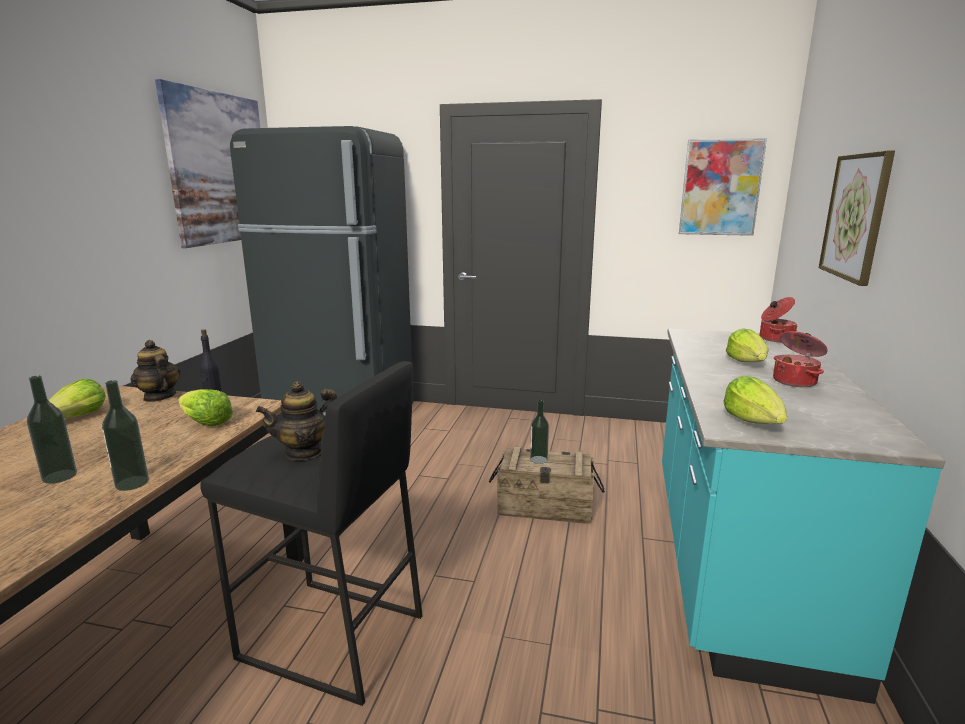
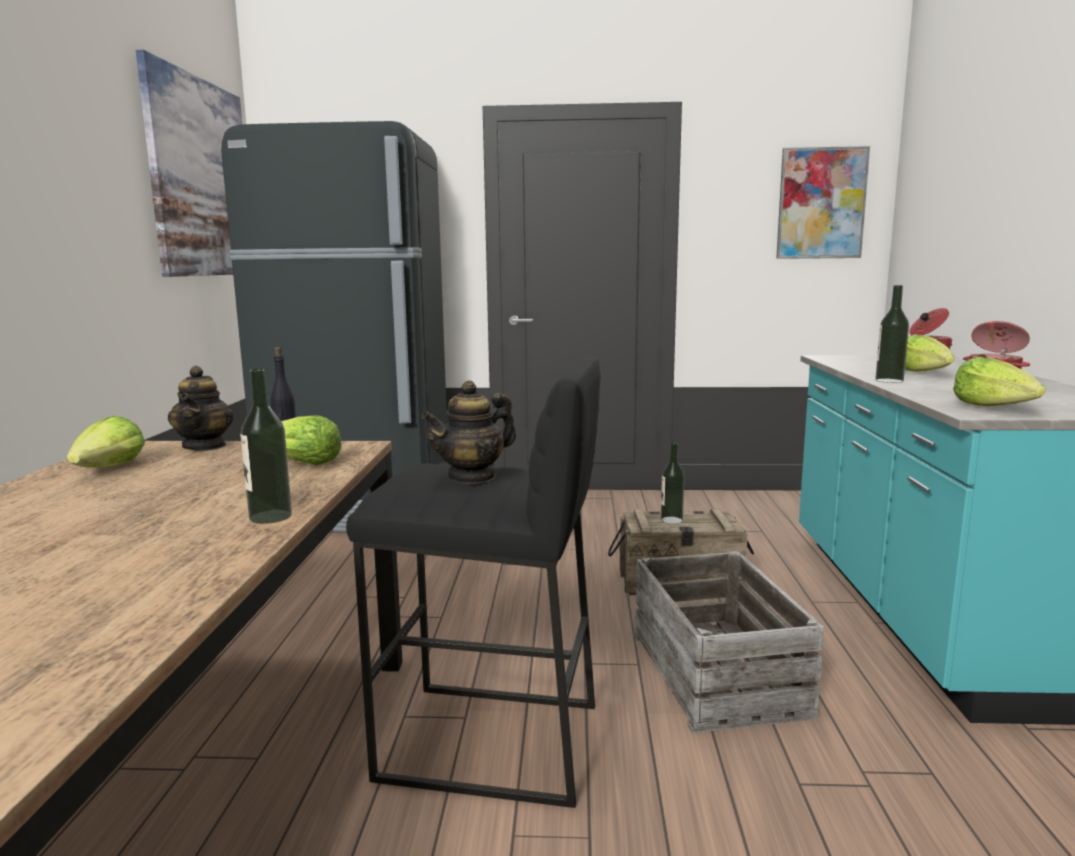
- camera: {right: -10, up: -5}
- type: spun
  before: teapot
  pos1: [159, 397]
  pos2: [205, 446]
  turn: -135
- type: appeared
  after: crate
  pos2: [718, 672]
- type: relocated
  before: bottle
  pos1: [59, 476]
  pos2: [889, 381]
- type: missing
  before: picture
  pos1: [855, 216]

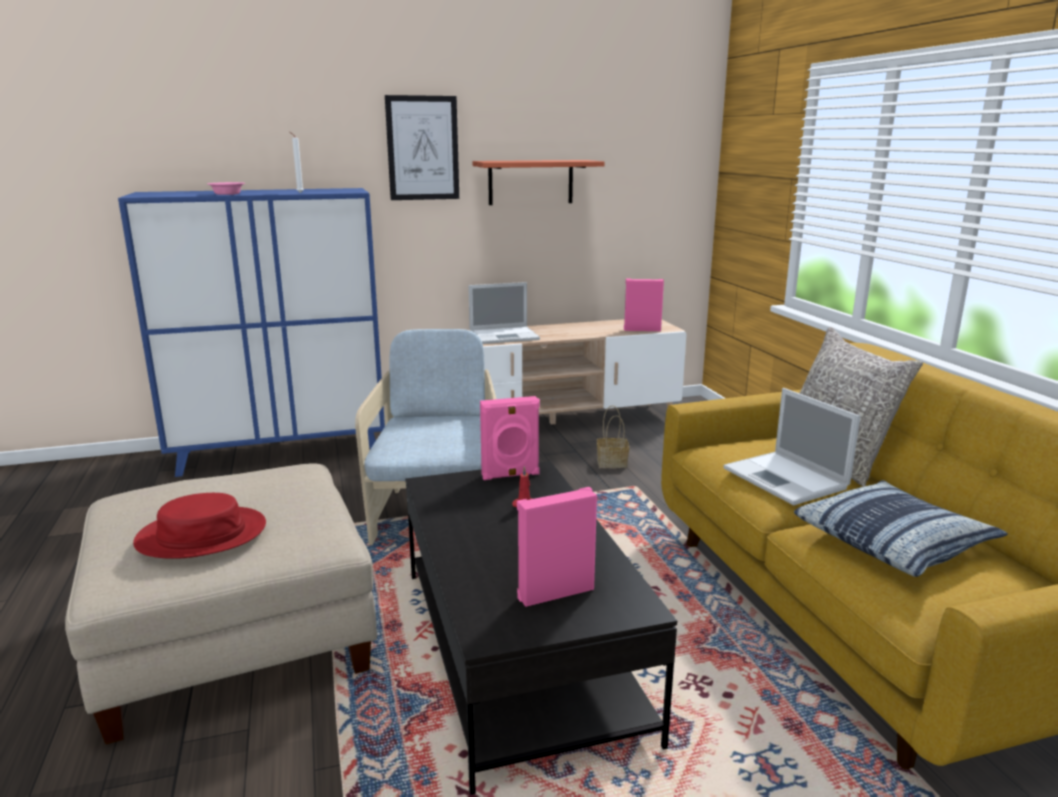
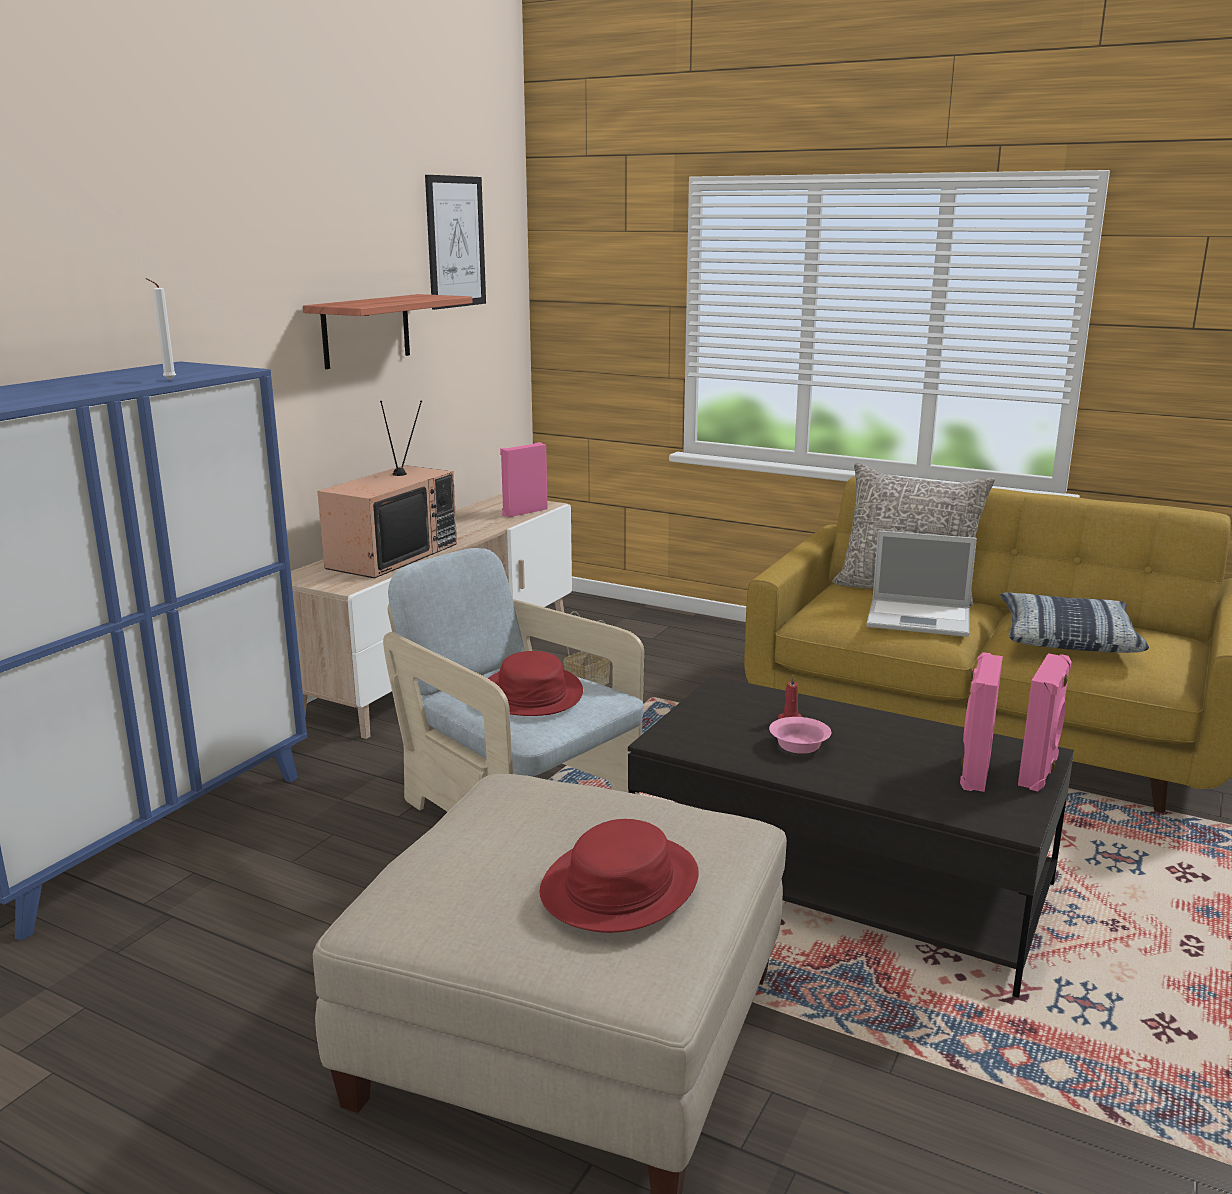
- camera: {right: -45, up: 0}
- type: exchanged
  before: laptop
  after: television
  pos1: [505, 336]
  pos2: [391, 555]
- type: relocated
  before: picture
  pos1: [423, 148]
  pos2: [455, 242]
- type: appeared
  after: hat (red)
  pos2: [532, 694]
- type: relocated
  before: bowl (pink)
  pos1: [227, 194]
  pos2: [800, 746]
- type: relocated
  before: speaker (pink)
  pos1: [510, 475]
  pos2: [1039, 772]

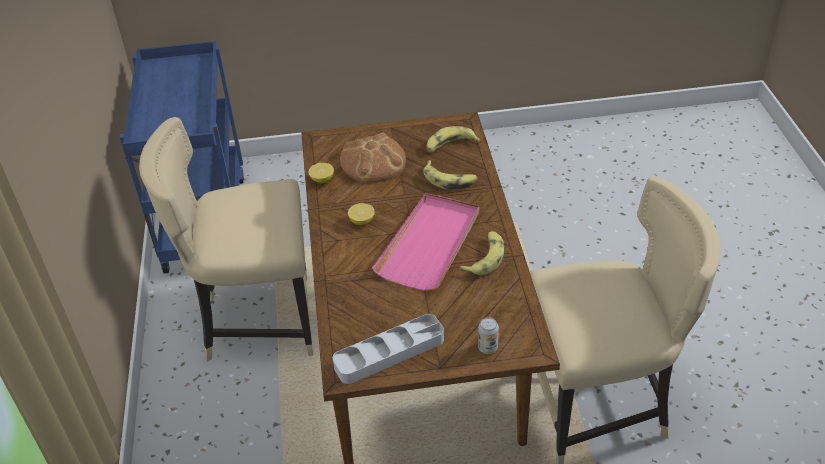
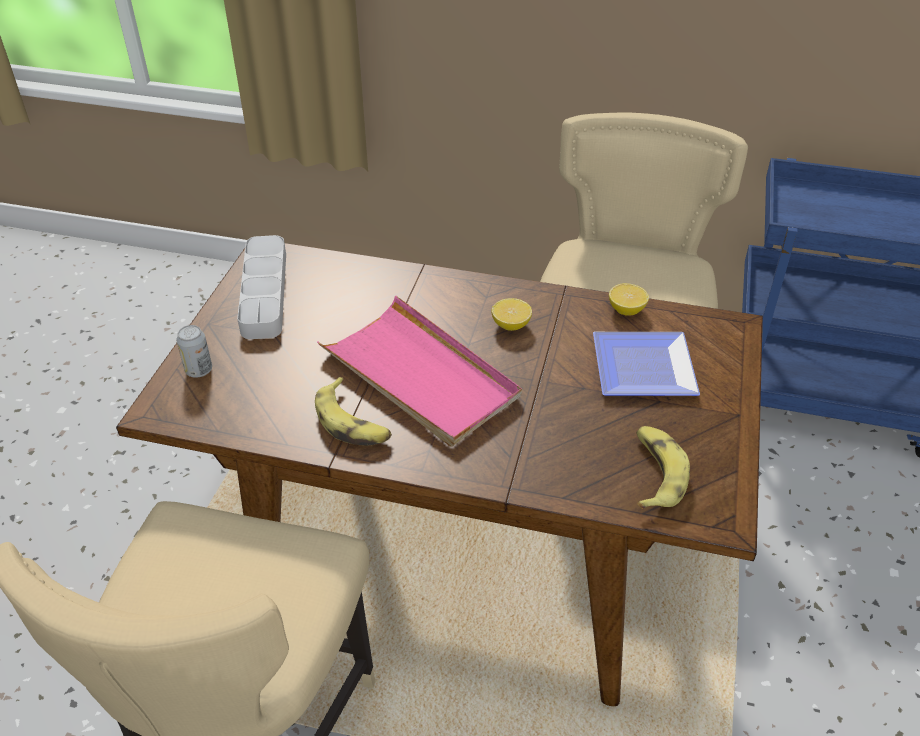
- camera: {right: 110, up: 0}
- type: exchanged
  before: bread
  after: plate
  pos1: [373, 162]
  pos2: [647, 370]
- type: missing
  before: banana
  pos1: [449, 180]

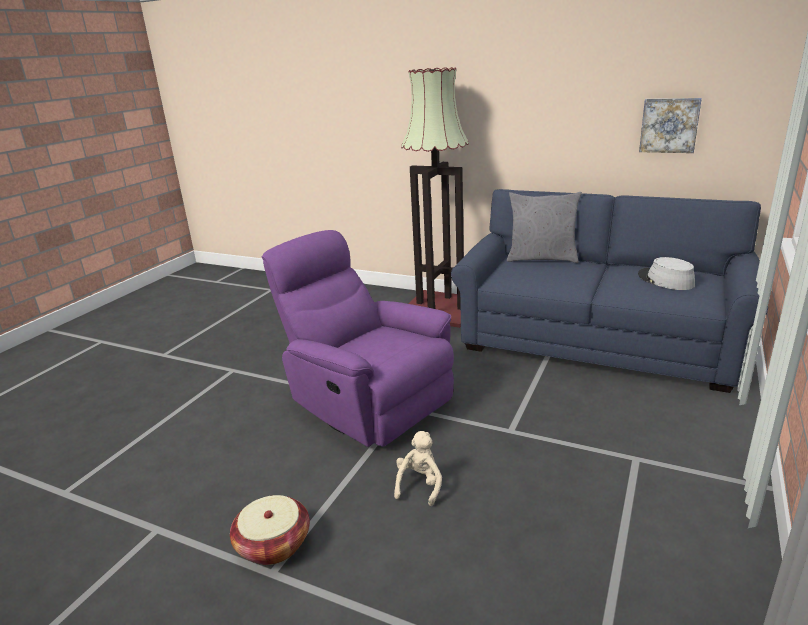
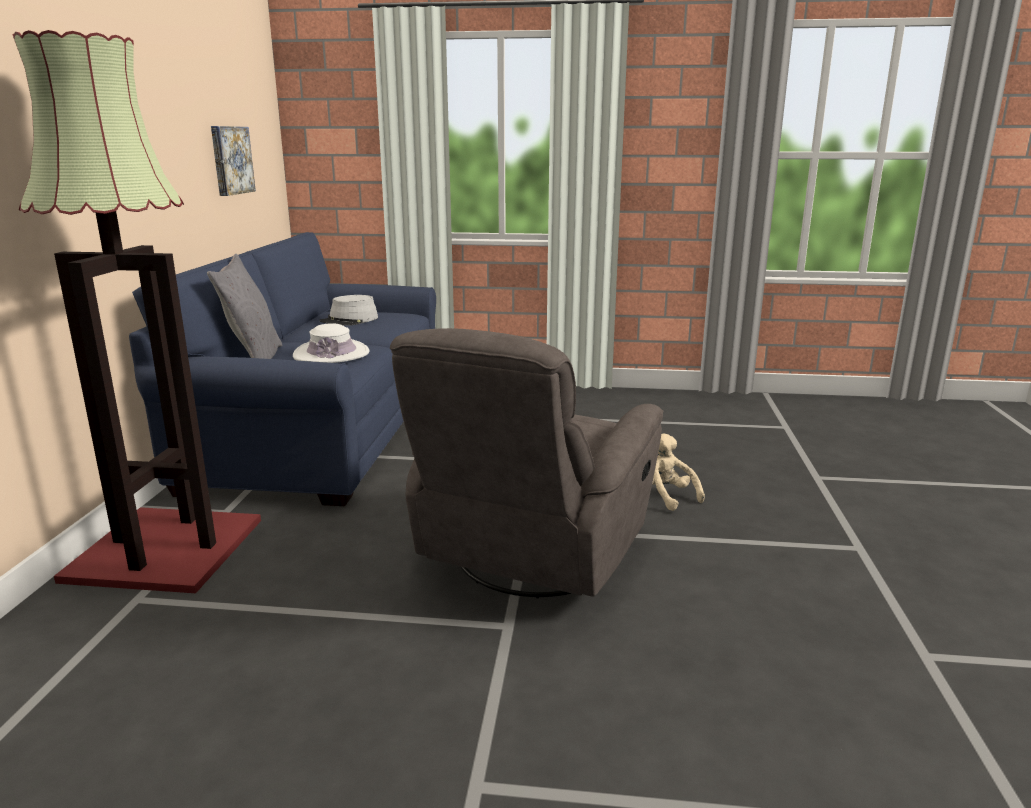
- camera: {right: -110, up: -5}
- type: appeared
  after: hat (white)
  pos2: [331, 353]
- type: colour
  before: armchair (purple)
  after: armchair (grey)
  pos1: [367, 402]
  pos2: [529, 560]
- type: spun
  before: plush toy (beige)
  pos1: [419, 485]
  pos2: [666, 497]
  turn: 60
- type: missing
  before: basket
  pos1: [273, 544]

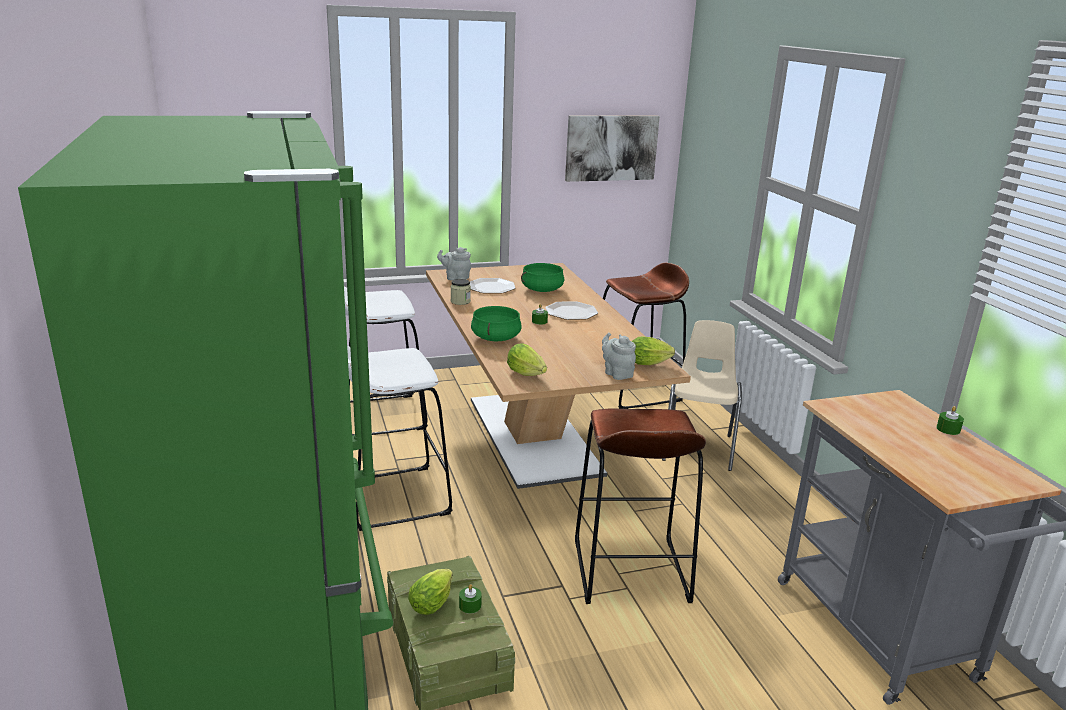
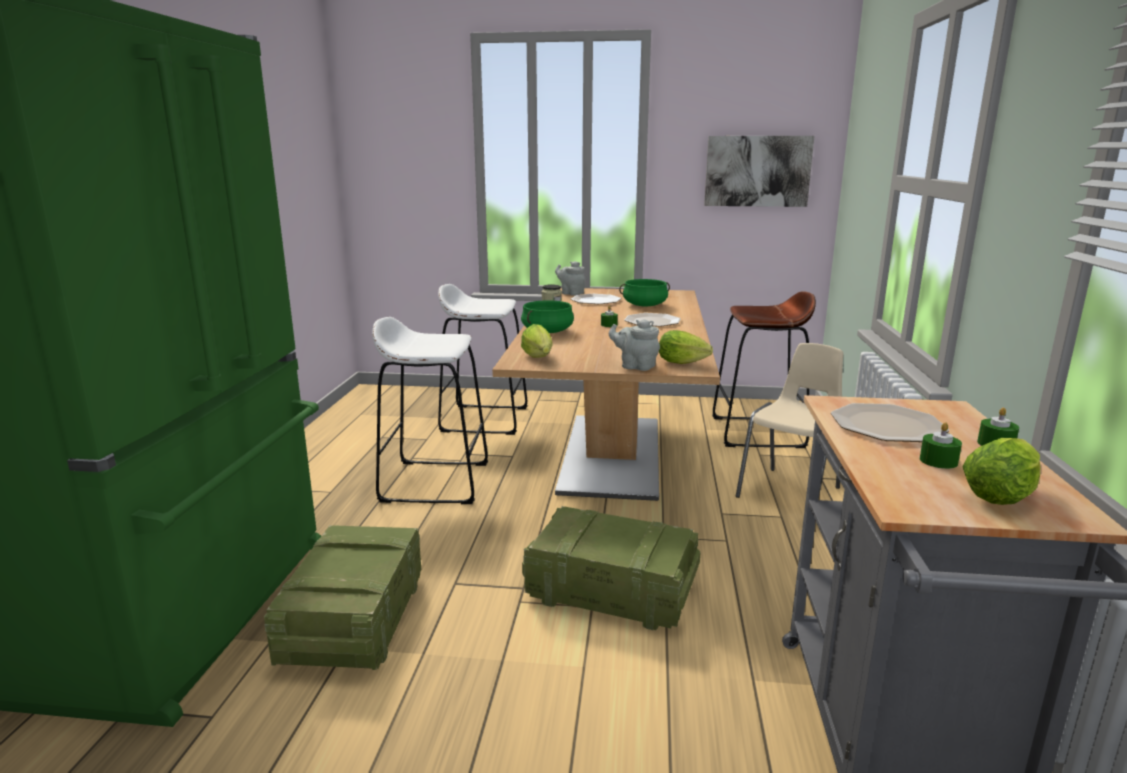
- camera: {right: 25, up: -5}
- type: exchanged
  before: stool (brown)
  after: crate
  pos1: [630, 570]
  pos2: [609, 591]
- type: spun
  before: teapot (grey)
  pos1: [617, 373]
  pos2: [635, 366]
  turn: -60
- type: appeared
  after: plate
  pos2: [888, 425]
- type: relocated
  before: candle (green)
  pos1: [470, 605]
  pos2: [938, 461]
- type: relocated
  before: lettuce
  pos1: [433, 602]
  pos2: [1002, 495]

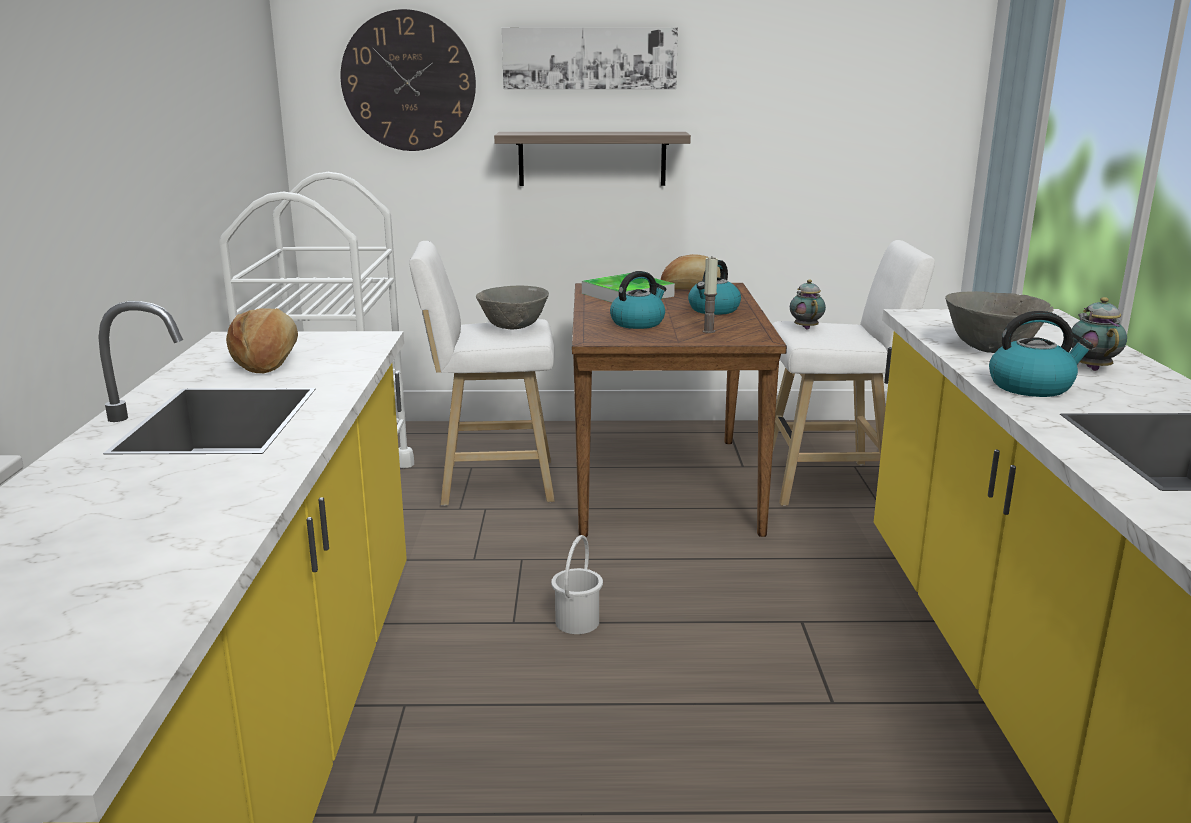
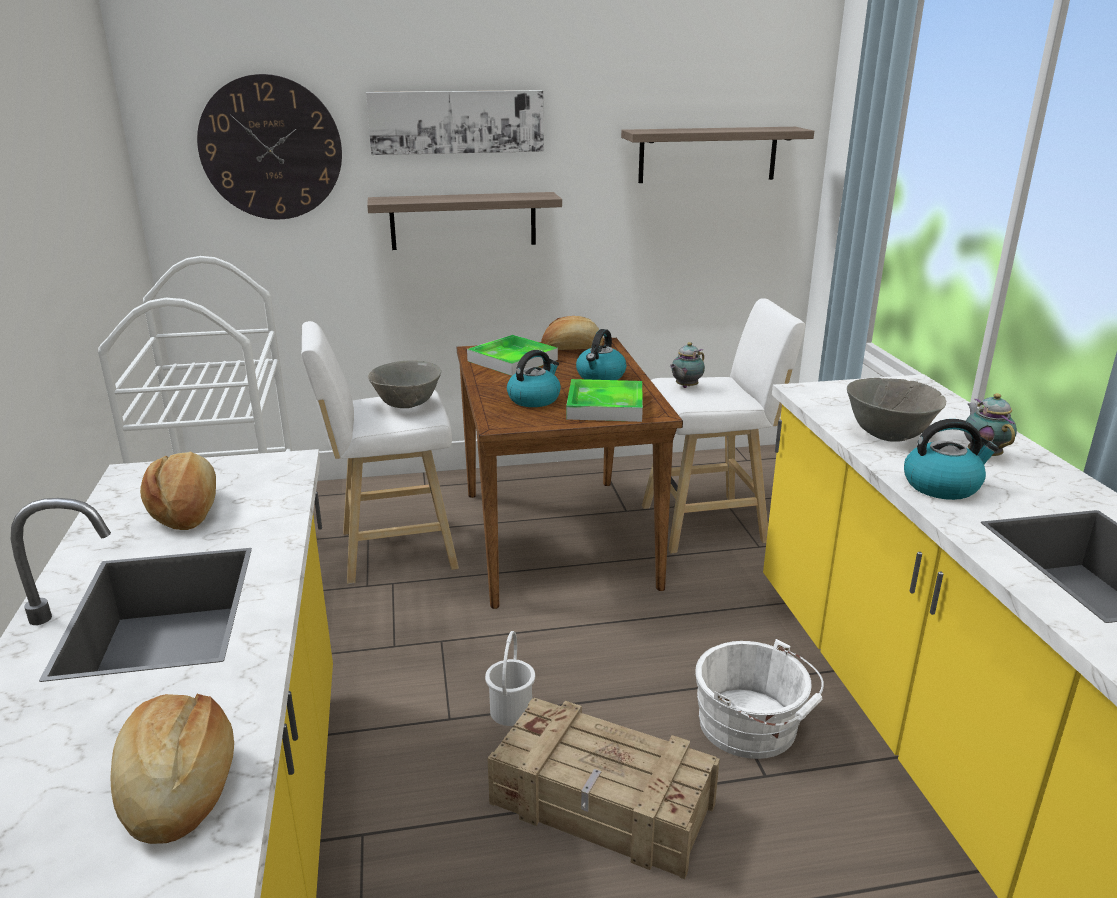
- camera: {right: -10, up: 5}
- type: appeared
  after: bread
  pos2: [177, 787]
- type: appeared
  after: crate
  pos2: [603, 806]
- type: exchanged
  before: candle
  after: tray
  pos1: [708, 331]
  pos2: [605, 406]
- type: appeared
  after: shelf
  pos2: [708, 154]
- type: spun
  before: teapot
  pos1: [805, 327]
  pos2: [685, 387]
  turn: -120
- type: appeared
  after: bucket (white)
  pos2: [753, 727]

